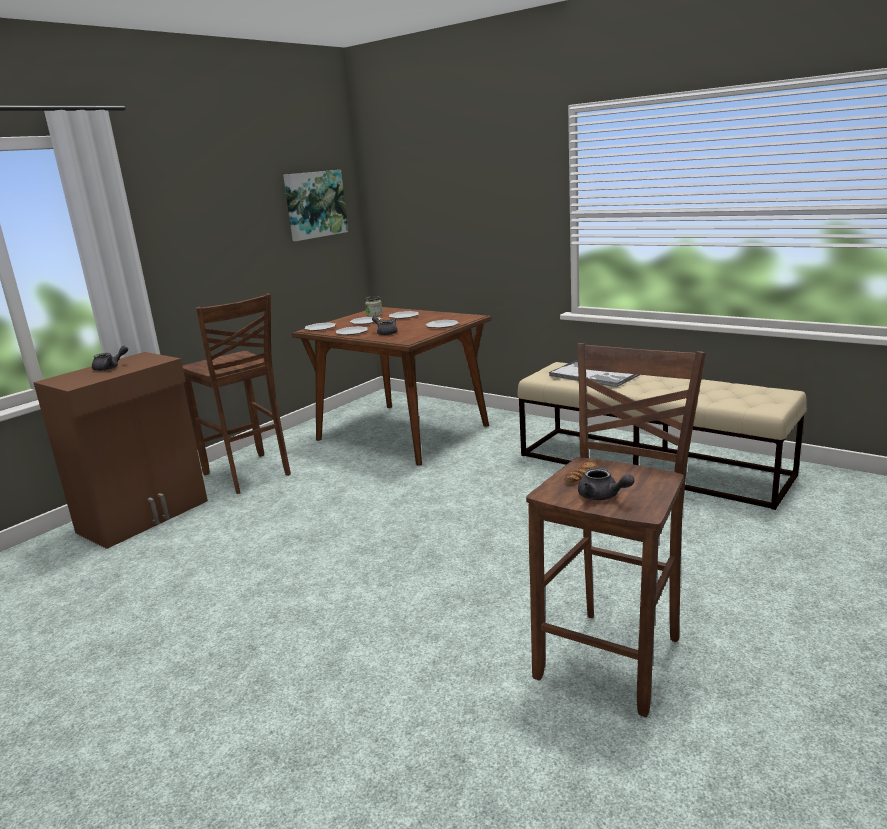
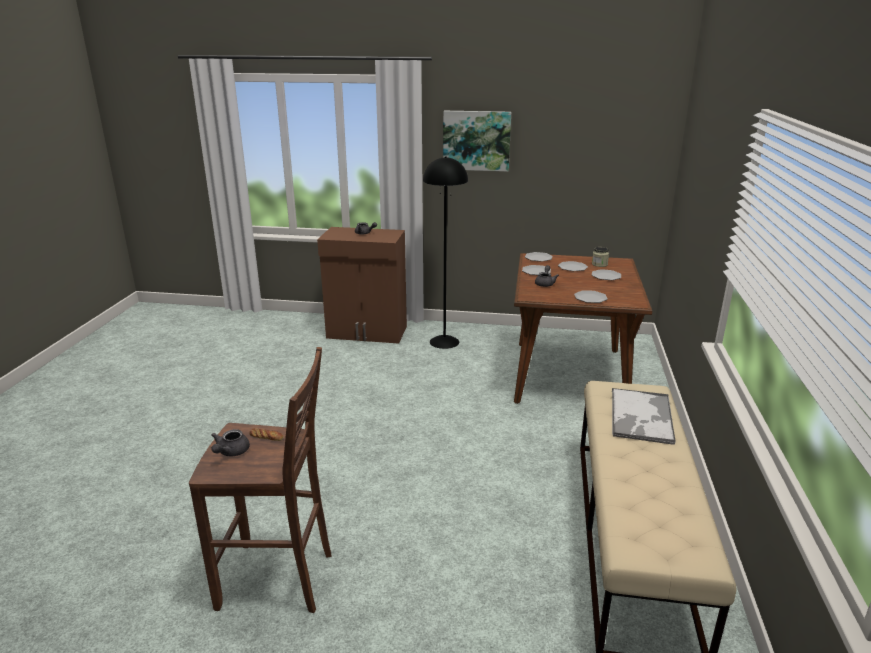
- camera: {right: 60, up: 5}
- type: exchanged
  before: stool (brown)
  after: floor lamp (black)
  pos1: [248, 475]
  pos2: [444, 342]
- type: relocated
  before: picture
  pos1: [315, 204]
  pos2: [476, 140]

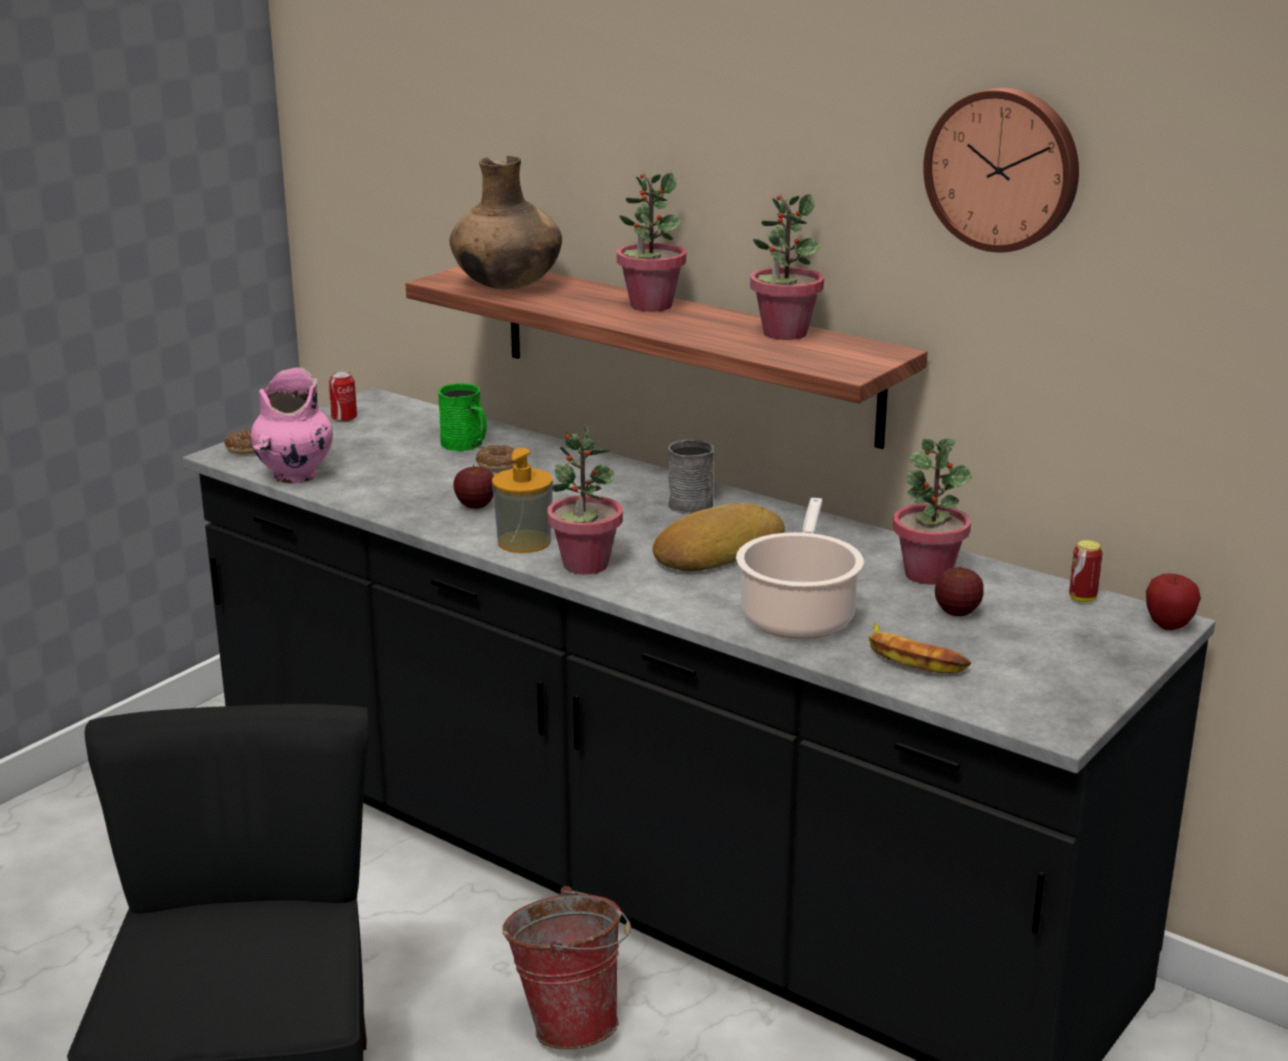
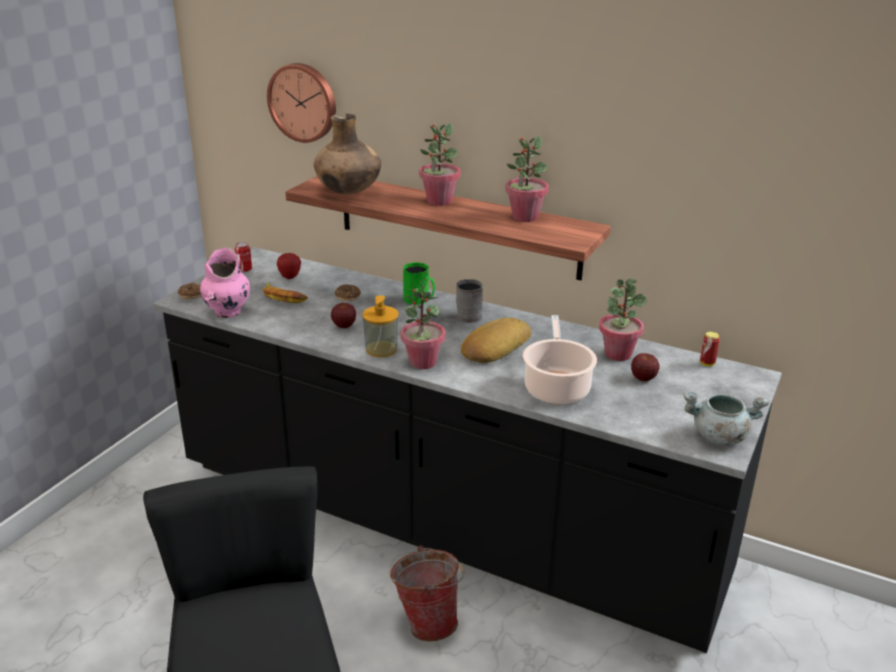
- camera: {right: -10, up: 5}
- type: relocated
  before: banana
  pos1: [914, 658]
  pos2: [283, 297]
- type: relocated
  before: wall clock
  pos1: [1004, 169]
  pos2: [303, 102]
- type: relocated
  before: apple
  pos1: [1168, 626]
  pos2: [290, 277]
- type: relocated
  before: mug (green)
  pos1: [466, 445]
  pos2: [419, 300]
- type: appeared
  after: cooking pot (grey)
  pos2: [719, 436]

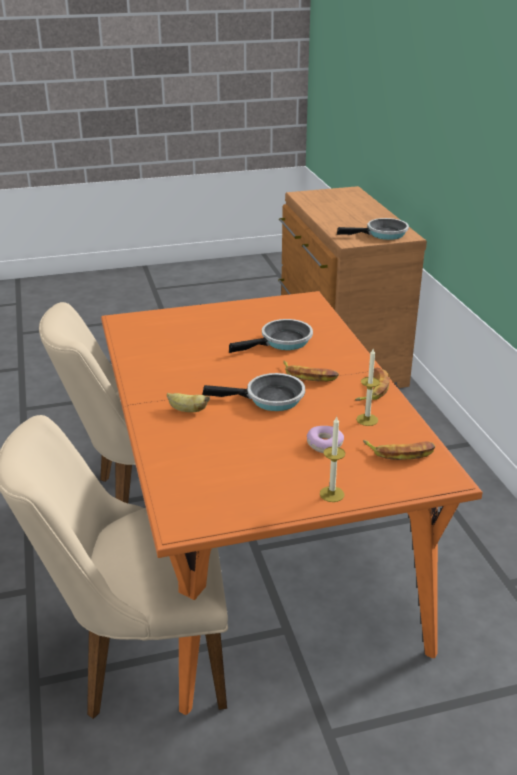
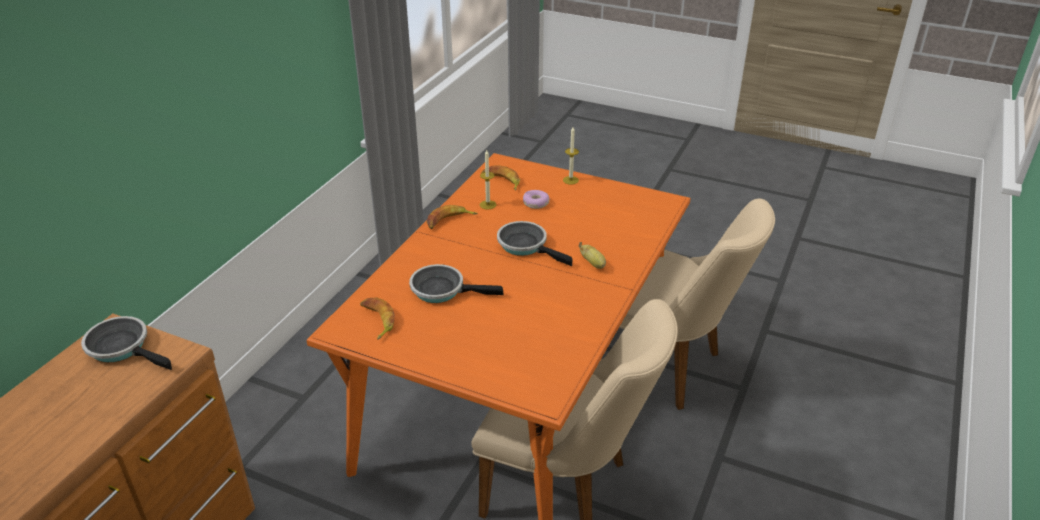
- camera: {right: -140, up: 5}
- type: relocated
  before: banana
  pos1: [309, 375]
  pos2: [377, 320]

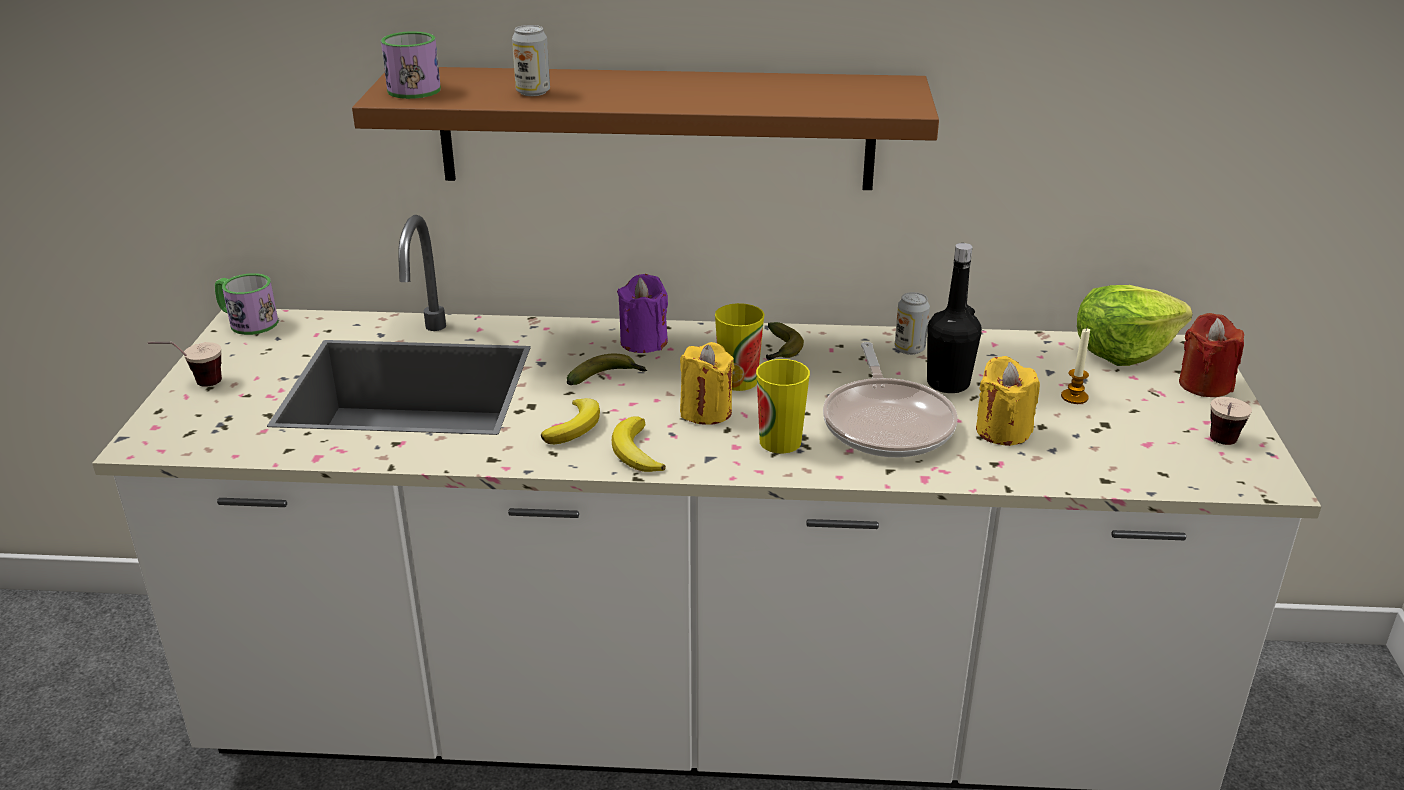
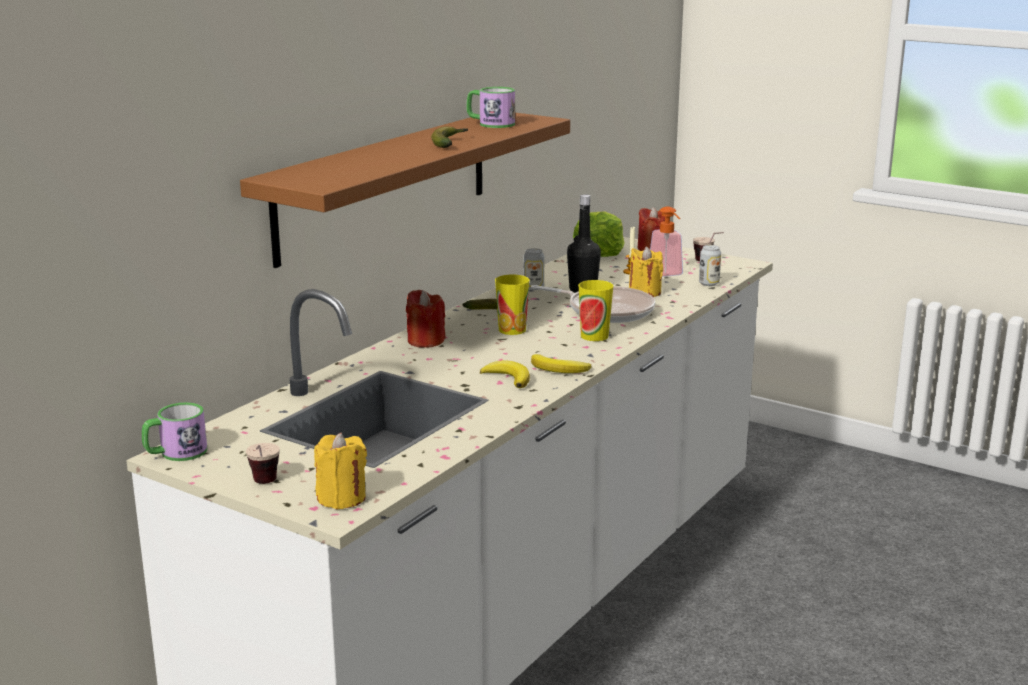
- camera: {right: -60, up: -10}
- type: relocated
  before: candle (yellow)
  pos1: [706, 411]
  pos2: [341, 498]
- type: colour
  before: candle (purple)
  after: candle (red)
  pos1: [643, 342]
  pos2: [425, 341]
- type: relocated
  before: banana
  pos1: [607, 378]
  pos2: [450, 143]
- type: relocated
  before: mug
  pos1: [413, 87]
  pos2: [490, 124]
- type: appeared
  after: soap dispenser
  pos2: [667, 274]
- type: relocated
  before: can
  pos1: [533, 92]
  pos2: [709, 283]

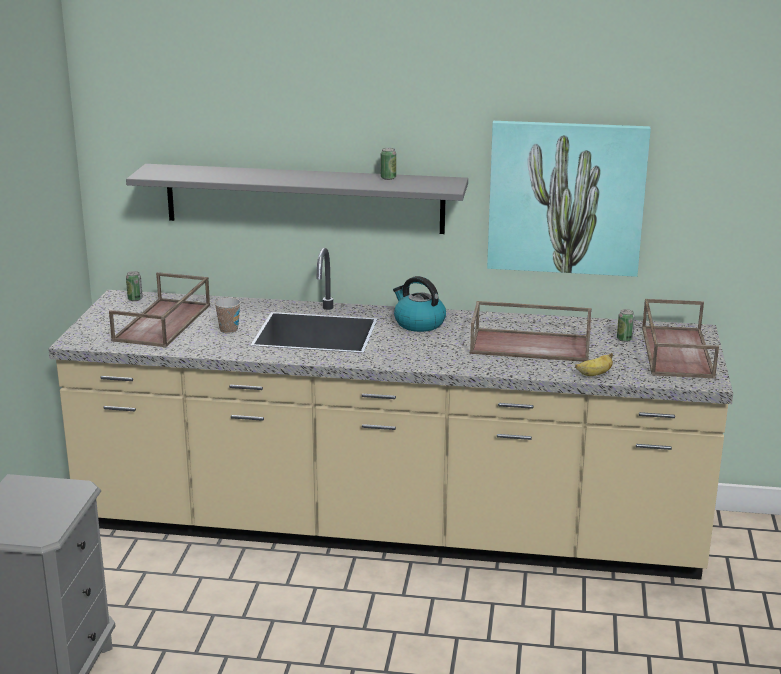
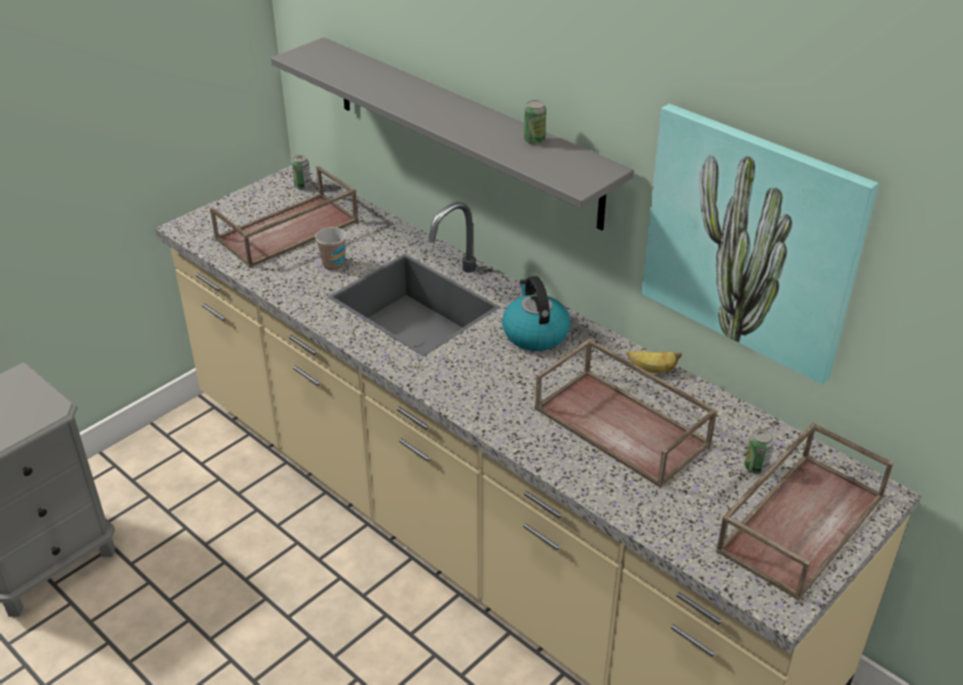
- camera: {right: 35, up: 15}
- type: relocated
  before: banana
  pos1: [594, 374]
  pos2: [651, 370]

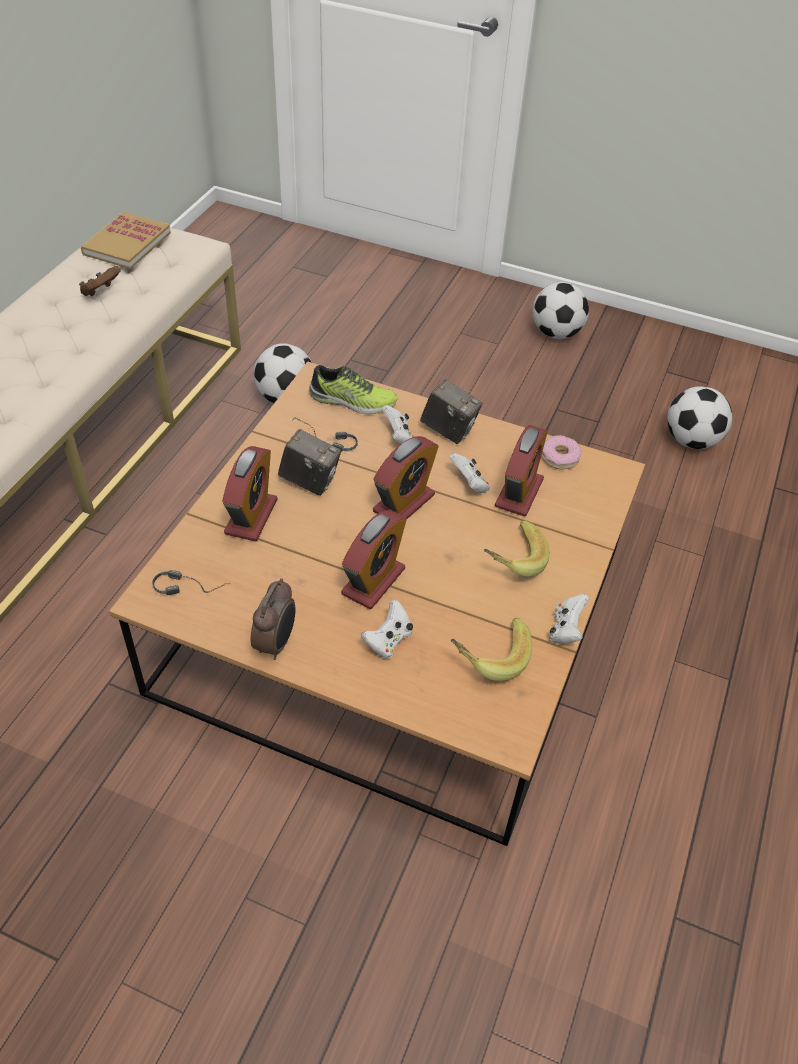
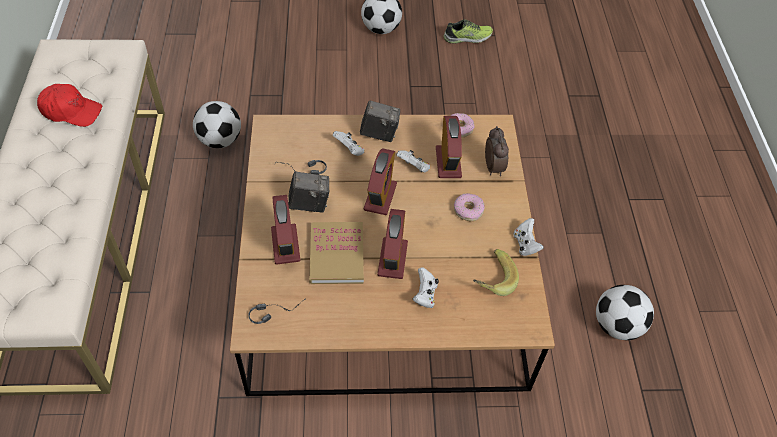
- camera: {right: -25, up: 5}
- type: exchanged
  before: game controller (brown)
  after: cap (red)
  pos1: [101, 292]
  pos2: [71, 111]
- type: relocated
  before: book
  pos1: [127, 243]
  pos2: [336, 254]
- type: relocated
  before: shoe
  pos1: [352, 401]
  pos2: [468, 38]
- type: exchanged
  before: banana
  after: donut
  pos1: [511, 559]
  pos2: [468, 210]
- type: relocated
  before: alarm clock
  pos1: [276, 643]
  pos2: [494, 167]
- type: relocated
  before: football
  pos1: [691, 441]
  pos2: [617, 326]

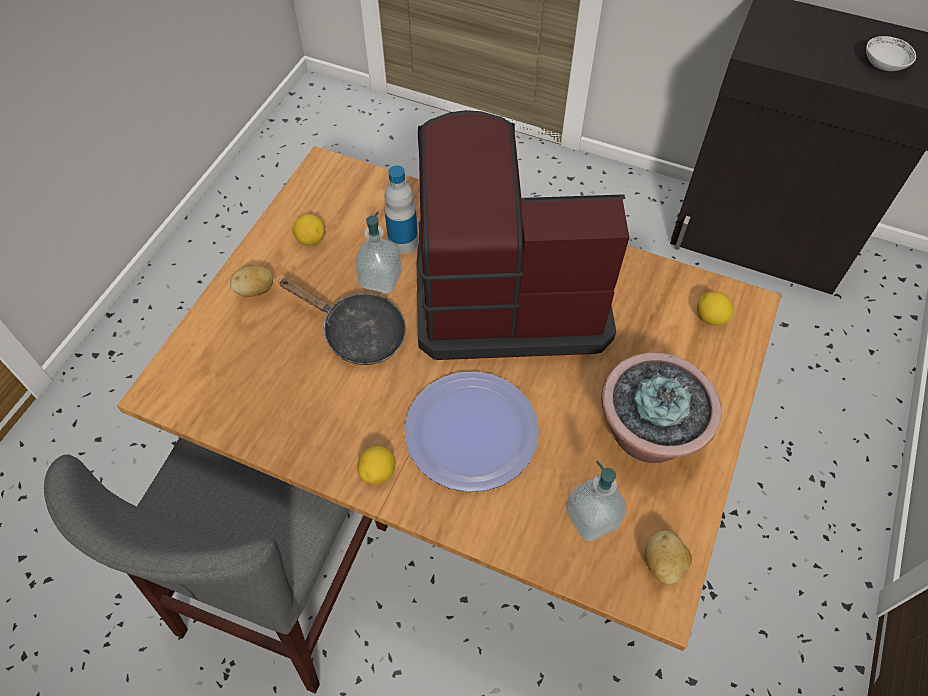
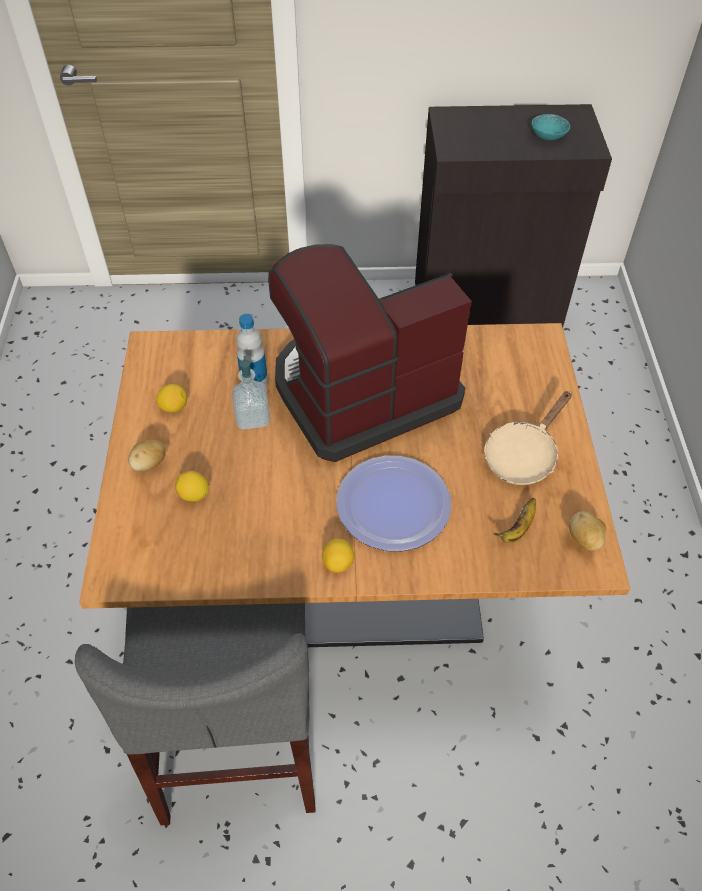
- camera: {right: -25, up: -5}
- type: relocated
  before: lemon
  pos1: [710, 318]
  pos2: [194, 495]
- type: exchanged
  before: potted plant
  after: frying pan (beige)
  pos1: [647, 434]
  pos2: [523, 455]
- type: exchanged
  before: soap dispenser
  after: banana
  pos1: [592, 518]
  pos2: [517, 529]
- type: colour
  before: bowl (white)
  after: bowl (turquoise)
  pos1: [884, 65]
  pos2: [548, 136]
- type: missing
  before: frying pan (black)
  pos1: [357, 333]

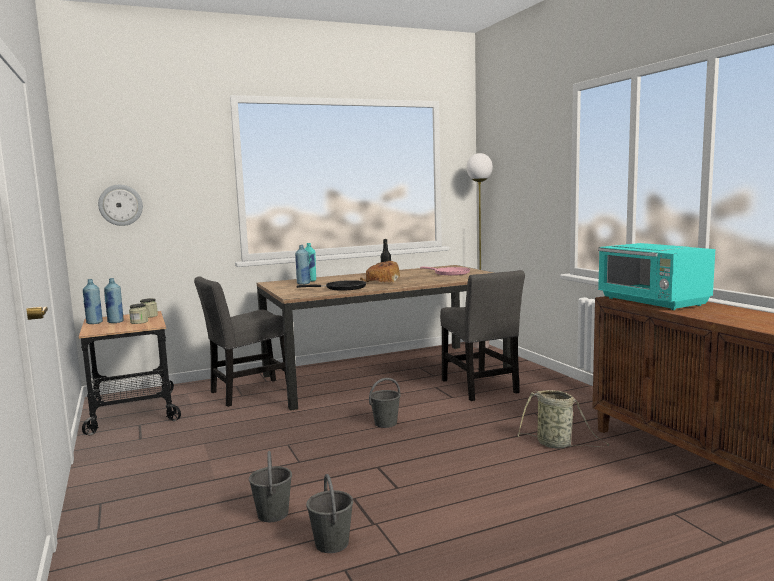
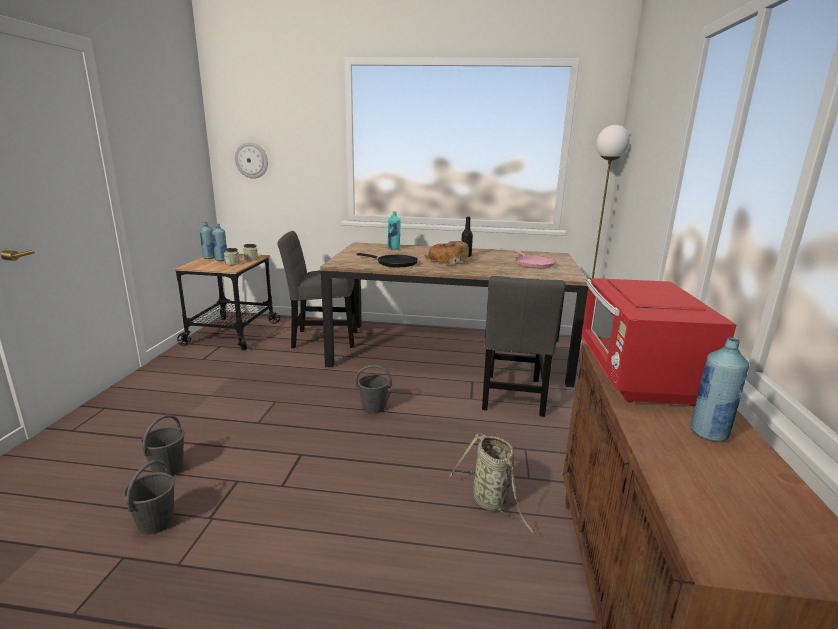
- camera: {right: 30, up: 10}
- type: colour
  before: microwave (turquoise)
  after: microwave (red)
  pos1: [652, 302]
  pos2: [636, 375]
- type: relocated
  before: bottle (blue)
  pos1: [303, 283]
  pos2: [708, 433]

